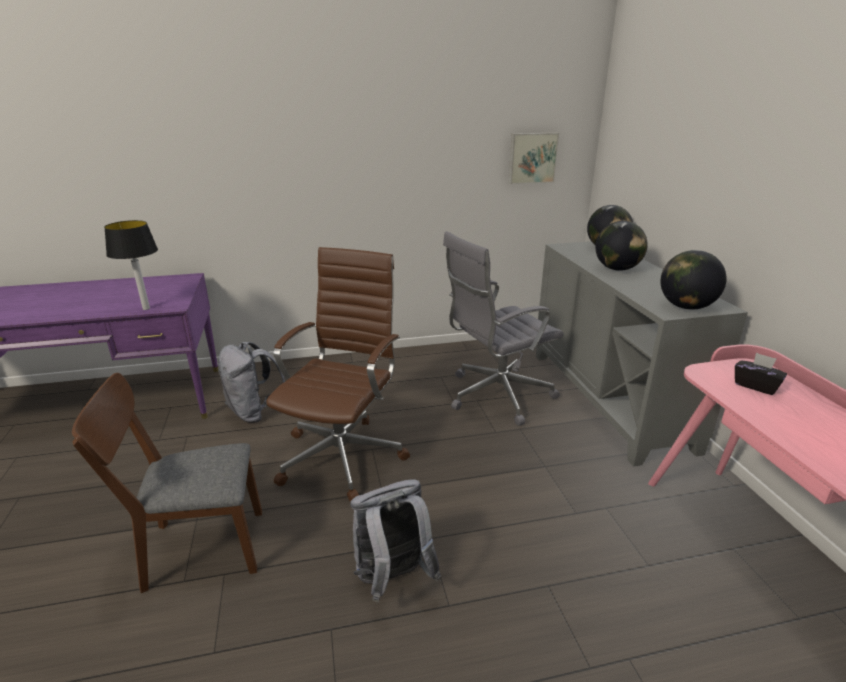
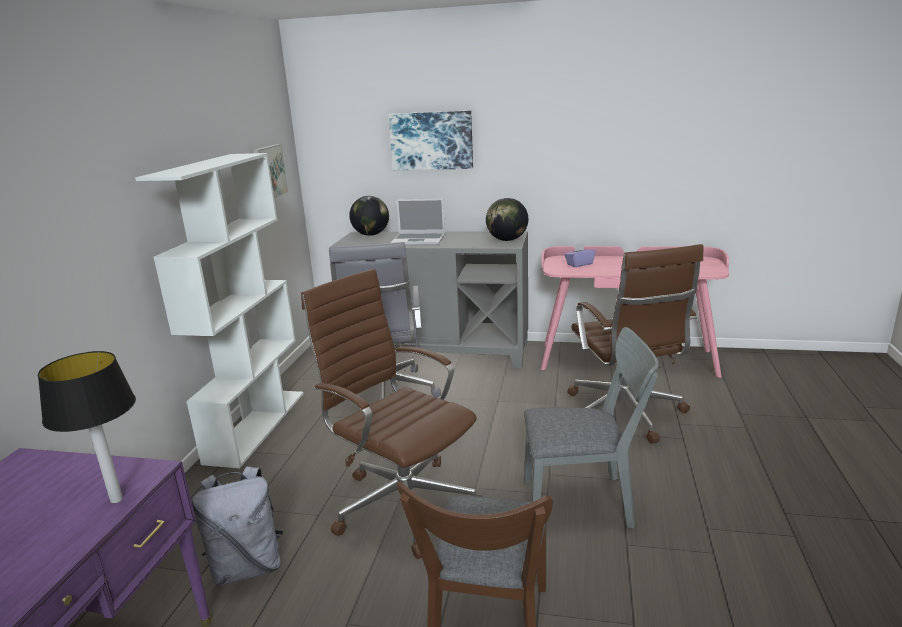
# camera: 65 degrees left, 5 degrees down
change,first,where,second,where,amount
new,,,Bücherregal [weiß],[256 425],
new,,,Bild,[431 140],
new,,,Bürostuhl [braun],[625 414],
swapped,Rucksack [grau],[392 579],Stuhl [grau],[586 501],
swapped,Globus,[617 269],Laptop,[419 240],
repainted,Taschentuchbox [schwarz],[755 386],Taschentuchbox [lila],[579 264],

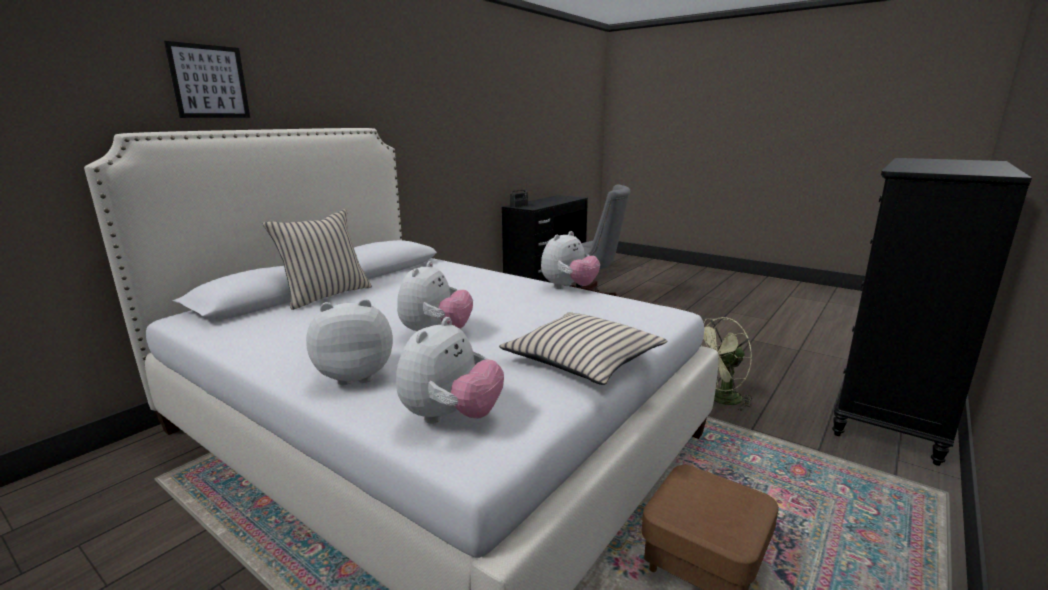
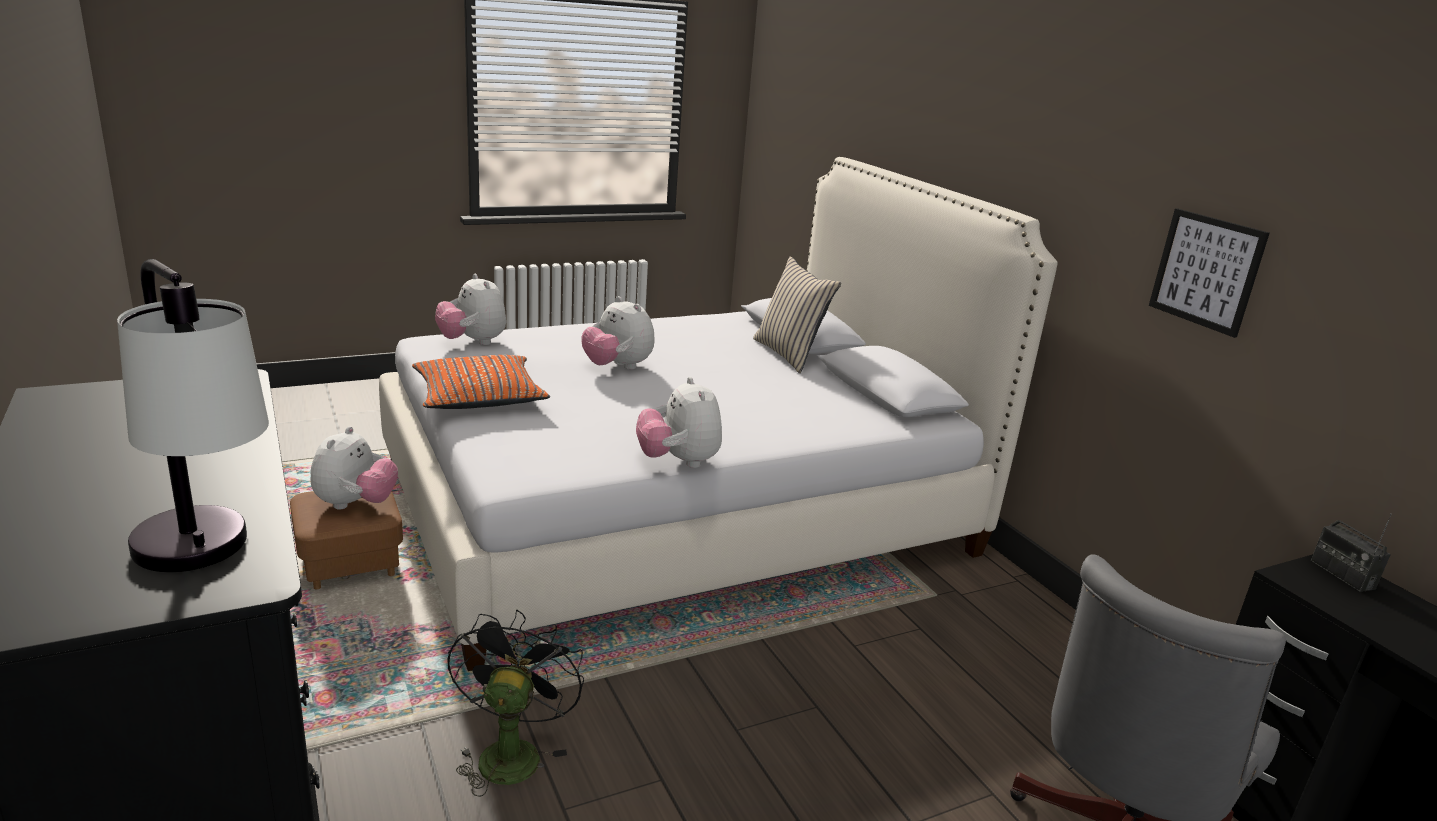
# camera: 115 degrees right, 5 degrees up
change,first,where,second,where,amount
new,,,Tischlampe,[209 566],
shifted,Bild,[209 82],,[1206 271],
shifted,Plüschtier,[355 375],,[355 504],
repainted,Kissen [beige],[583 360],Kissen [orange],[479 396],
repainted,Ventilator [grün],[719 400],Ventilator [schwarz],[511 752],

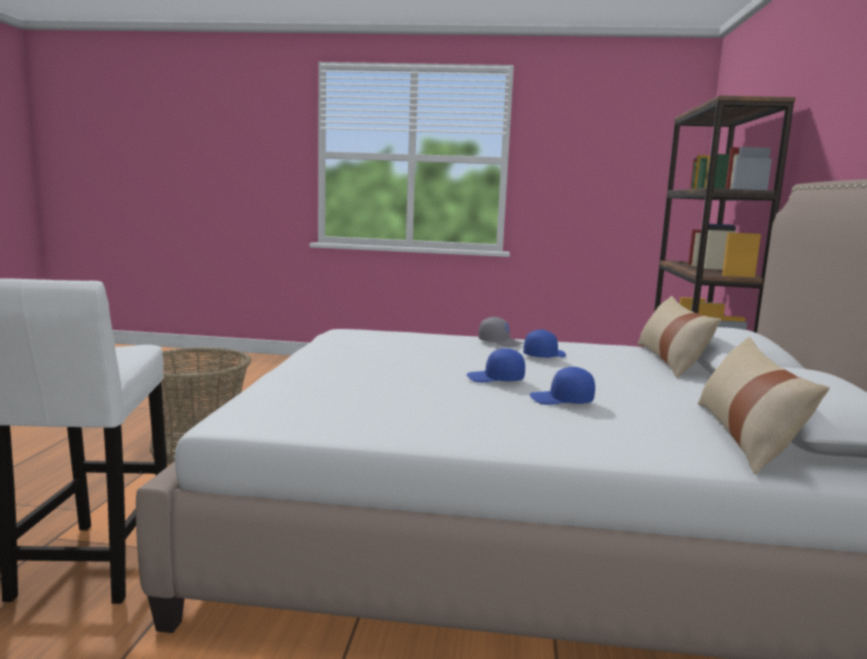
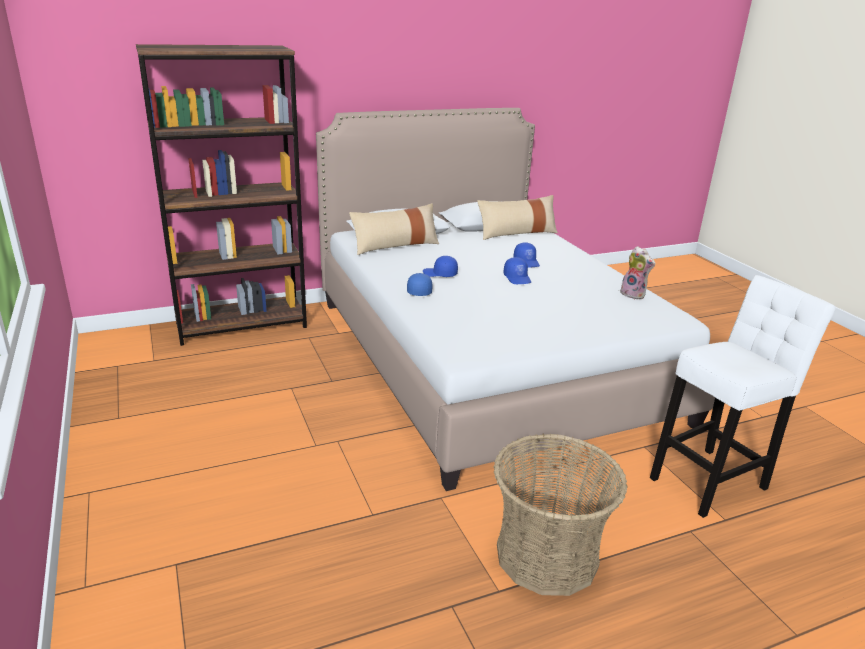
# camera: 120 degrees left, 15 degrees up
change,first,where,second,where,amount
new,,,Plüschtier,[634 294],
repainted,Kappe [grau],[500 342],Kappe [blau],[418 291],

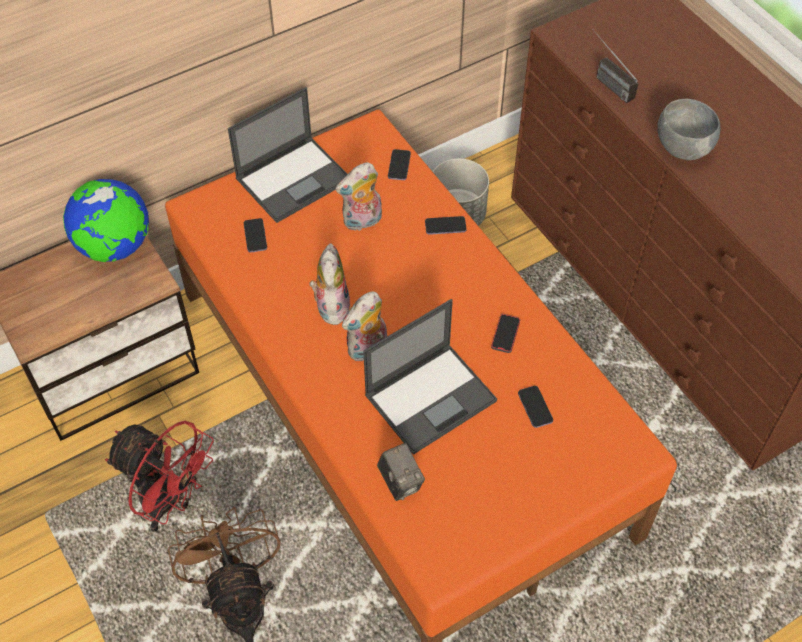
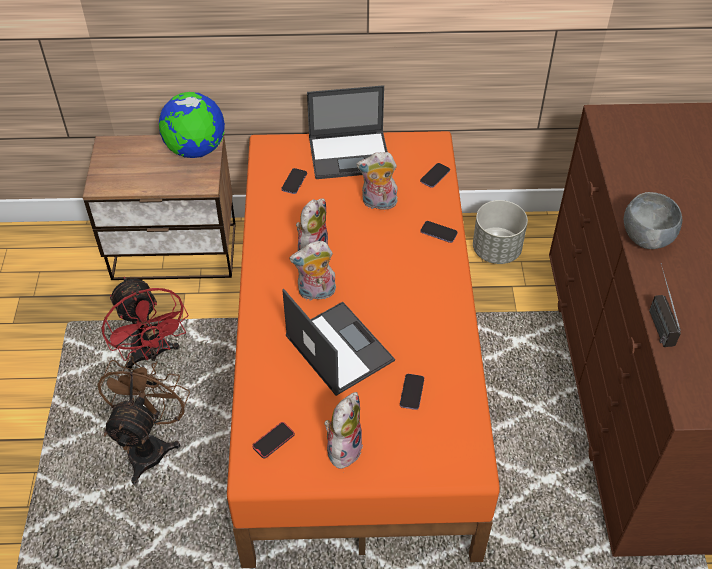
# camera: 30 degrees right, 5 degrees down
change,first,where,second,where,amount
gone,Kamera,[400 482],,,
new,,,Plüschtier,[343 448],
shifted,Handy,[505 334],,[273 441],
shifted,Radio,[606 81],,[656 318],
rotated,Laptop,[431 397],,[338 347],120 degrees counterclockwise

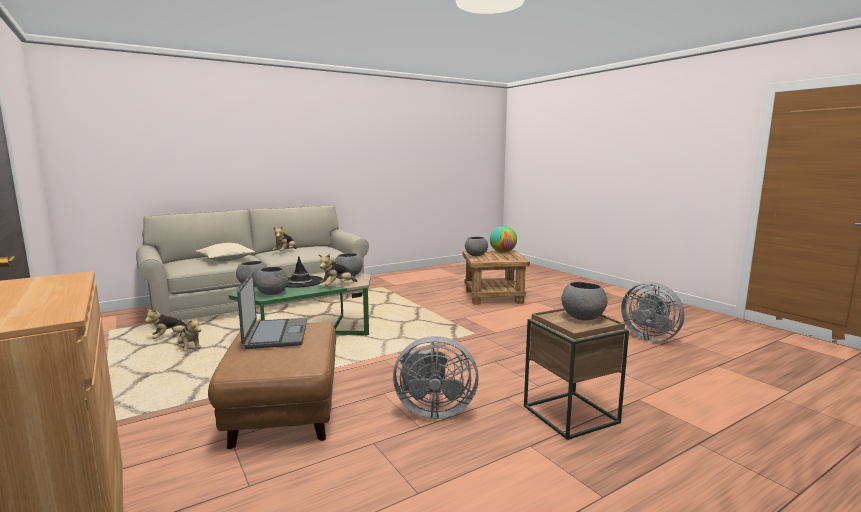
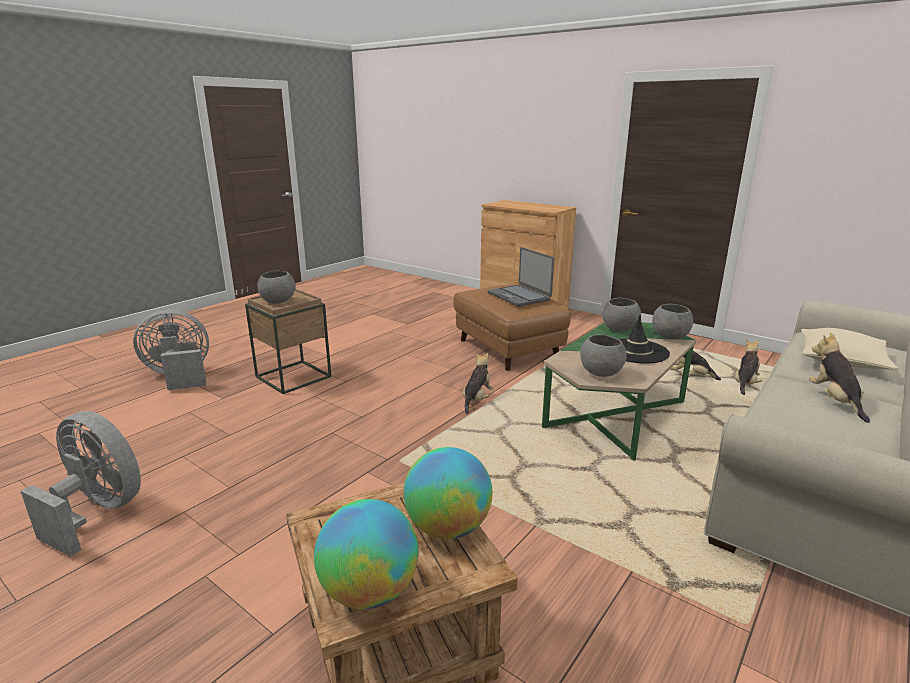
# camera: 160 degrees right, 10 degrees up
change,first,where,second,where,amount
shifted,Plüschtier,[337 286],,[477 400],
shifted,Ventilator [grau],[432 410],,[179 376],
swapped,Schüssel [grau],[476 255],Globus,[448 527],

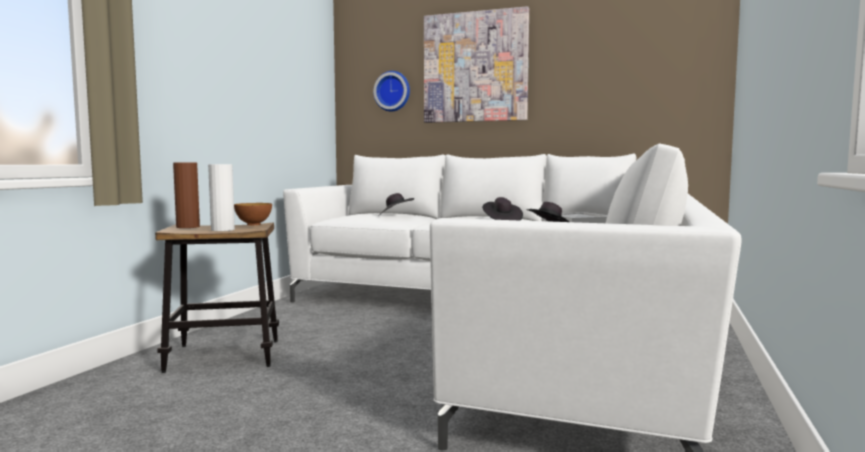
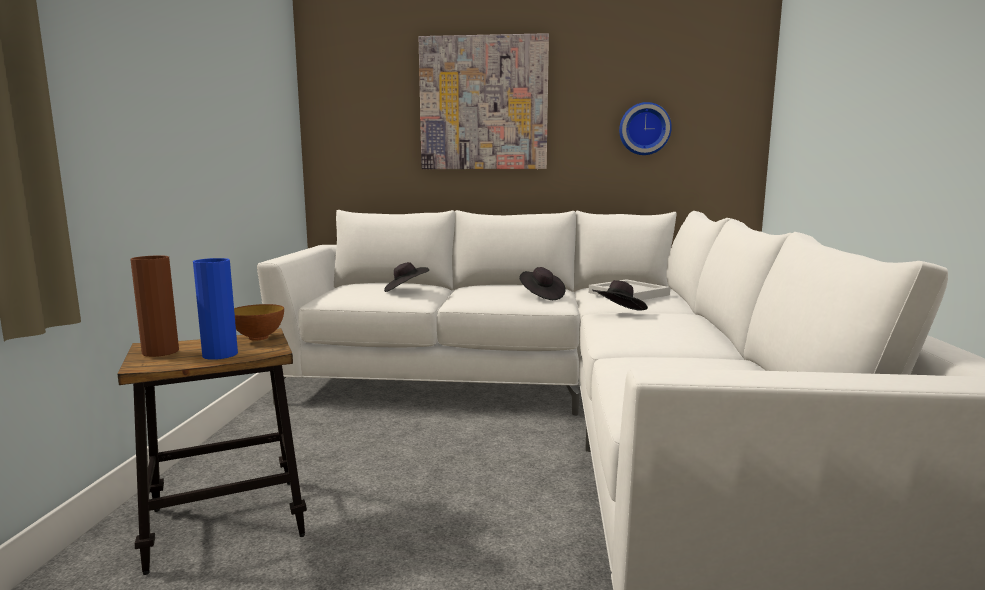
# camera: 15 degrees left, 5 degrees up
change,first,where,second,where,amount
shifted,Wanduhr,[393 91],,[644 129],
repainted,Vase [weiß],[222 230],Vase [blau],[220 354],

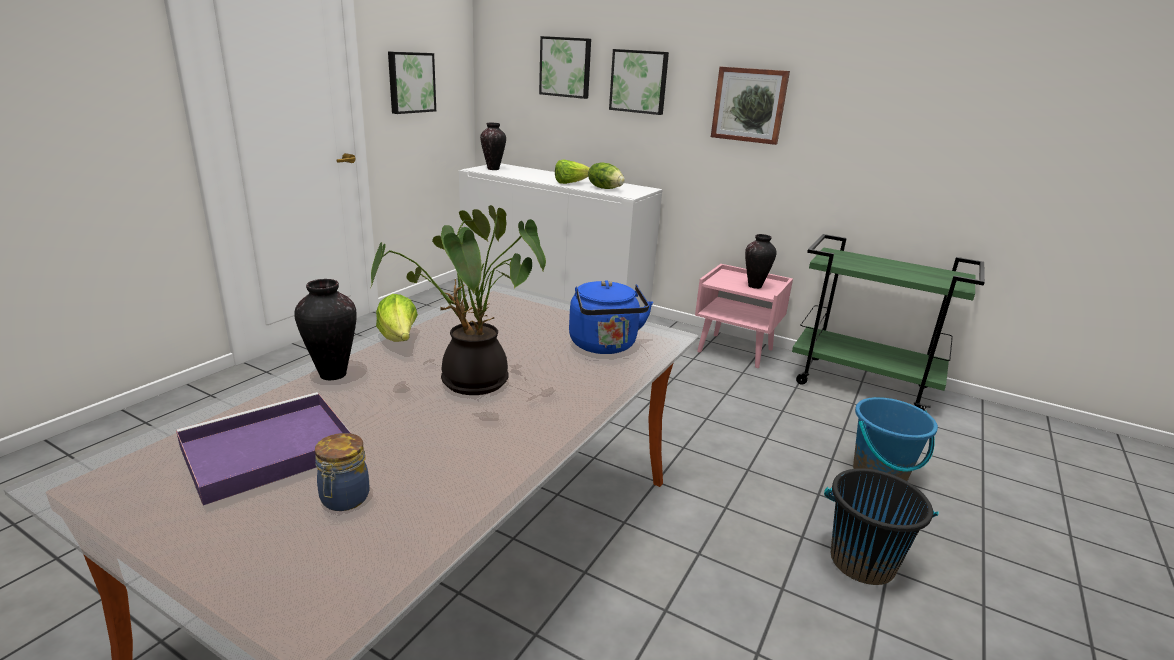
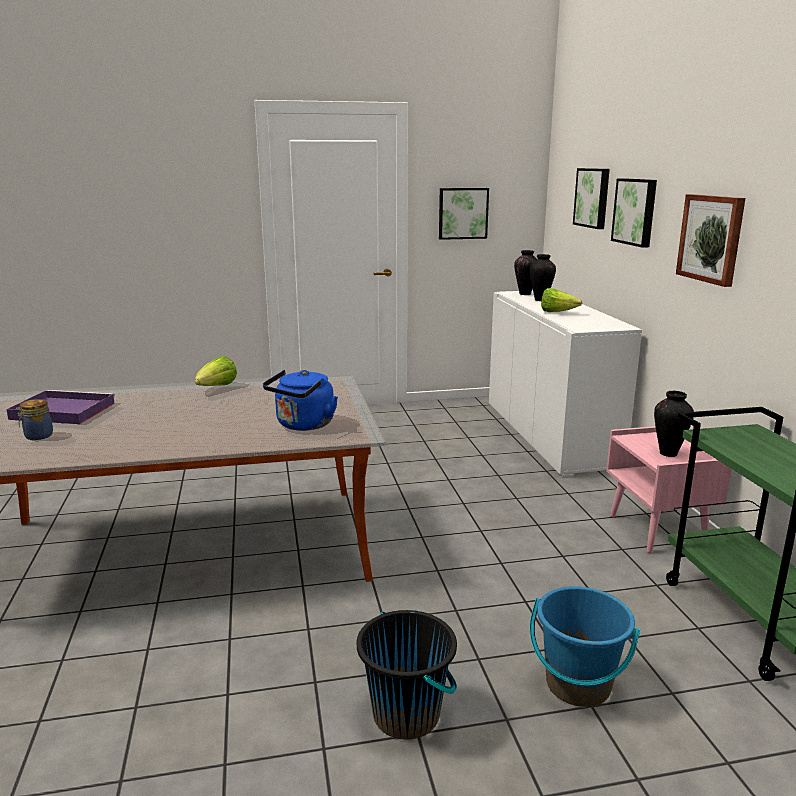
# camera: 50 degrees right, 5 degrees down
change,first,where,second,where,amount
gone,Topfpflanze,[469 383],,,
gone,Salatkopf,[605 188],,,
shifted,Vase,[332 374],,[540 300],

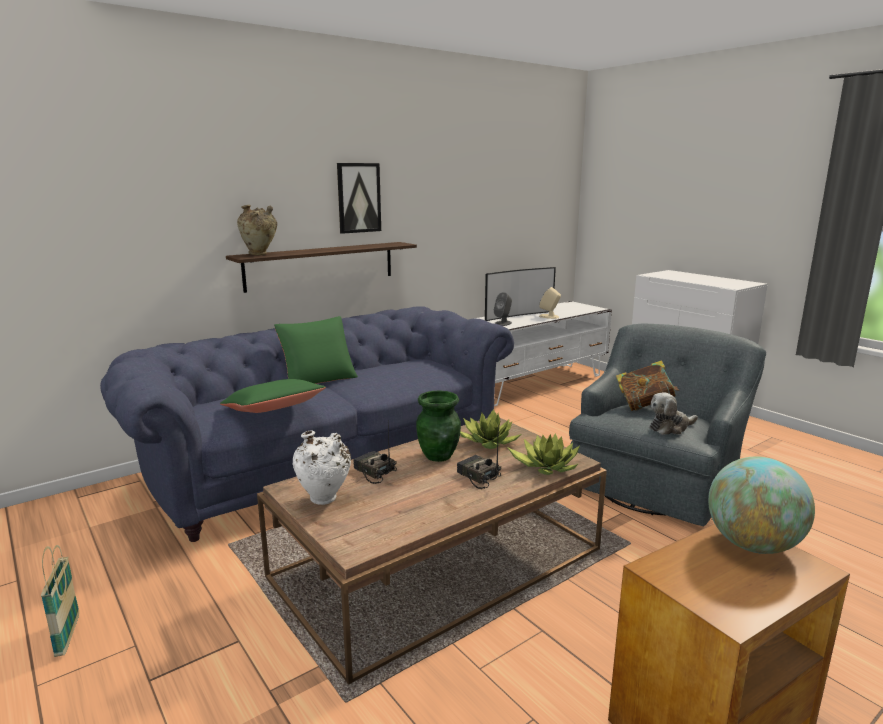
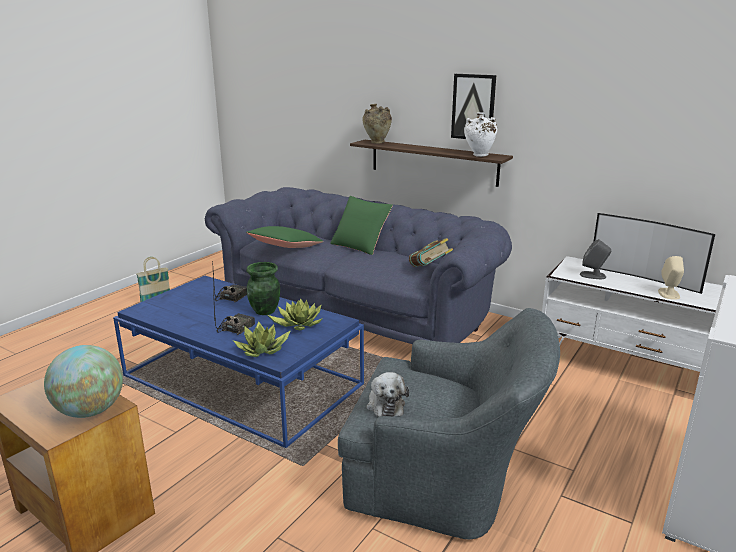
# camera: 70 degrees right, 5 degrees up
change,first,where,second,where,amount
shifted,Vase [weiß],[324 500],,[479 155],
shifted,Buch,[644 406],,[430 269],
repainted,Couchtisch [braun],[439 563],Couchtisch [blau],[243 380],
rotated,Plüschtier,[670 427],,[385 404],150 degrees counterclockwise

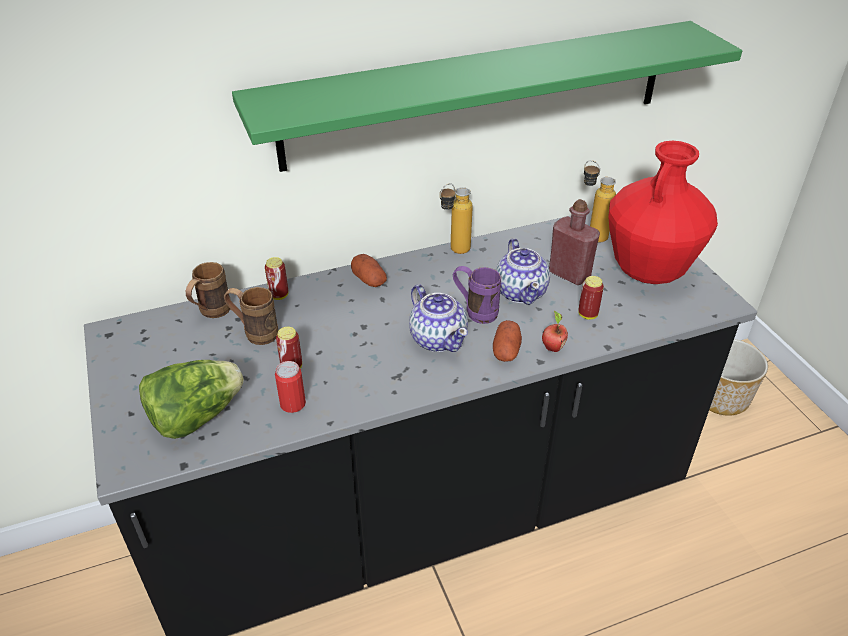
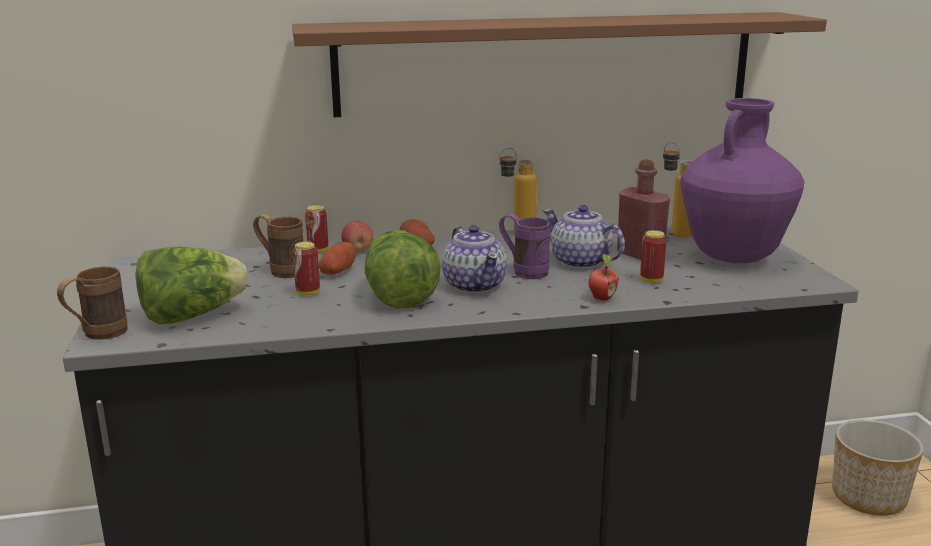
# camera: 10 degrees right, 20 degrees down
change,first,where,second,where,amount
gone,Dose,[293 404],,,
new,,,Apfel,[358 250],
new,,,Salatkopf,[398 297],
shifted,Henkelbecher [braun],[210 313],,[97 335],
shifted,Kartoffel,[506 350],,[338 271],
repainted,Wandregal [grün],[478 94],Wandregal [braun],[546 63],
repainted,Vase [rot],[648 272],Vase [lila],[733 258],
rotated,Teekanne,[521 292],,[580 262],135 degrees clockwise

